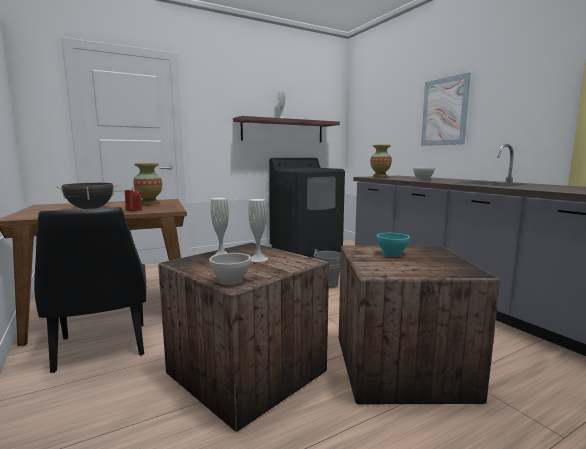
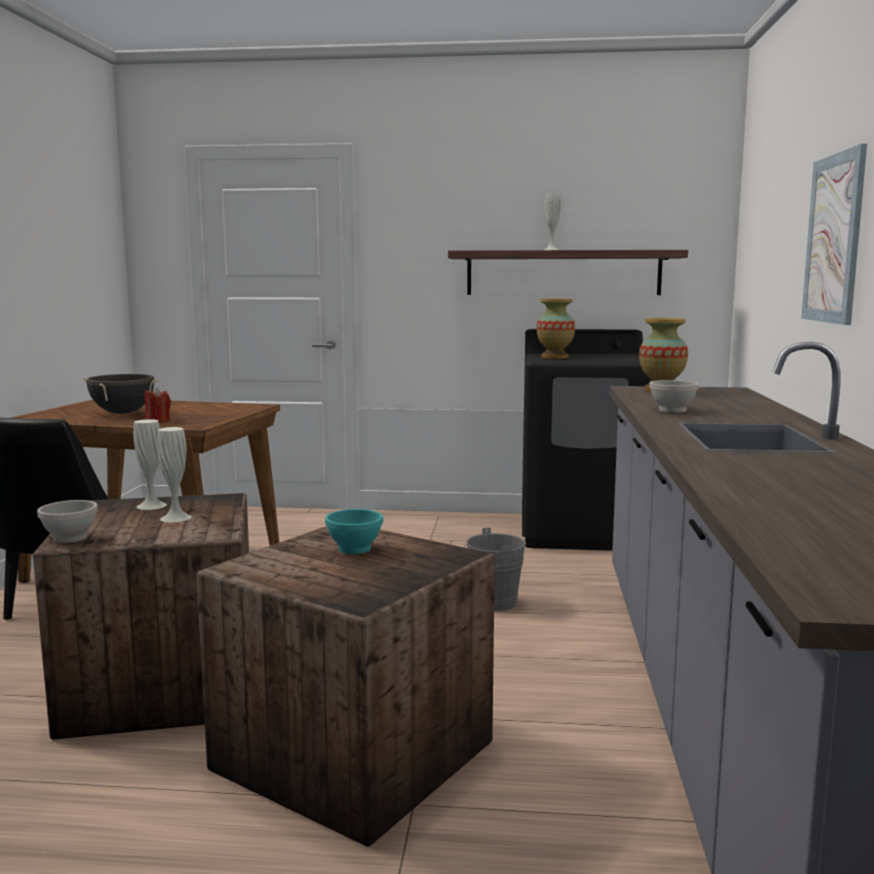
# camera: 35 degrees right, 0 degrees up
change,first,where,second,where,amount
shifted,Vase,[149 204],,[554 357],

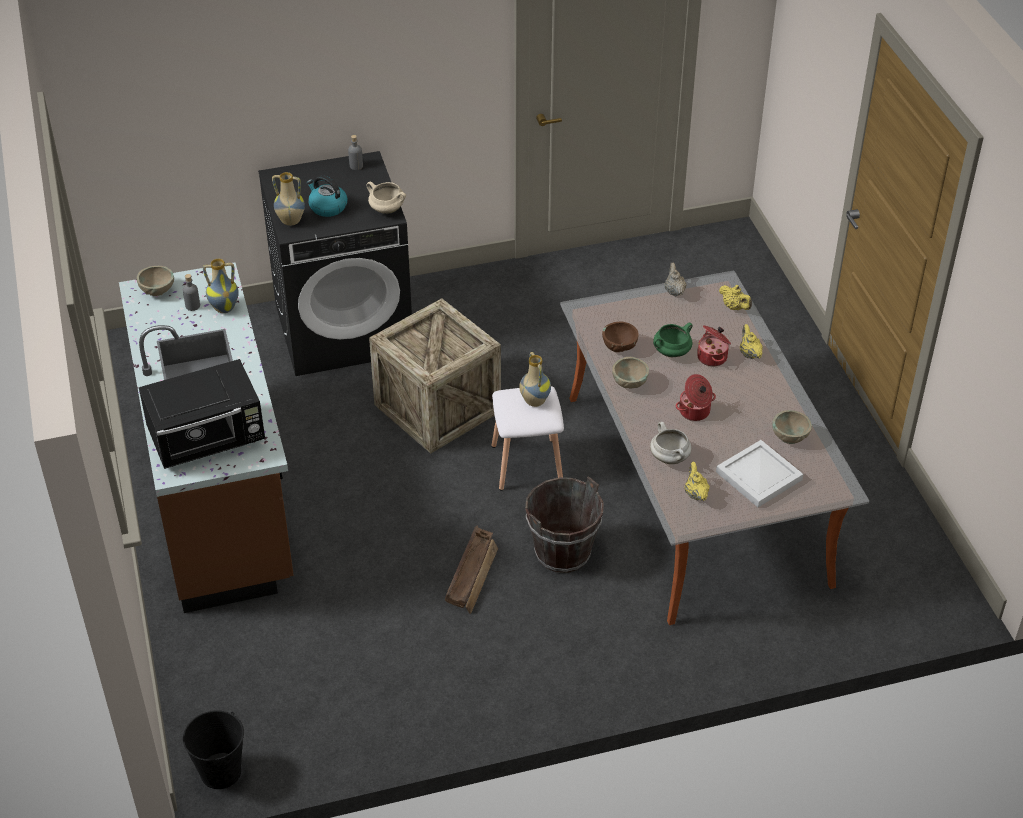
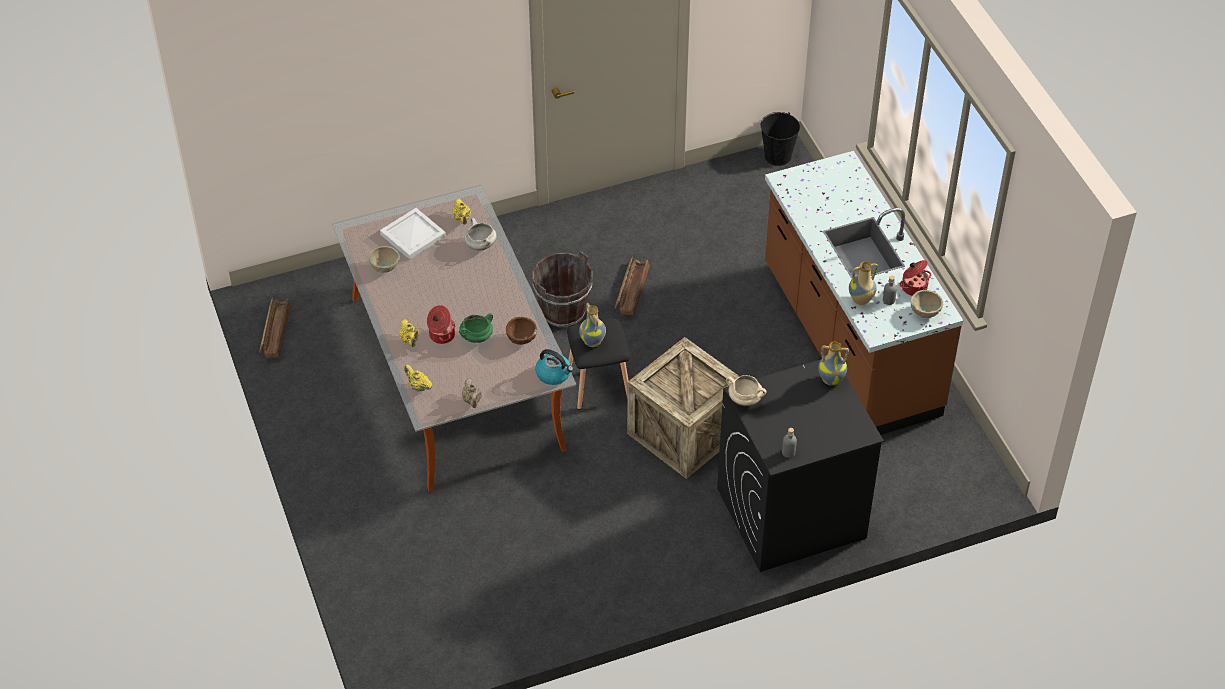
# camera: 175 degrees right, 5 degrees up
change,first,where,second,where,amount
gone,Mikrowelle [schwarz],[208 440],,,
gone,Schüssel [beige],[629 384],,,
new,,,Kiste,[275 333],
shifted,Wasserkessel,[327 207],,[554 374],
shifted,Kochtopf,[695 412],,[913 287],
repainted,Hocker [weiß],[526 463],Hocker [schwarz],[599 385],

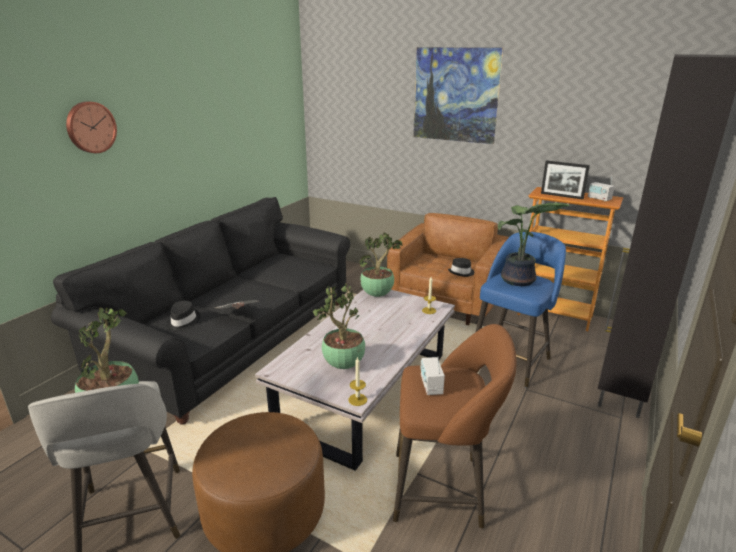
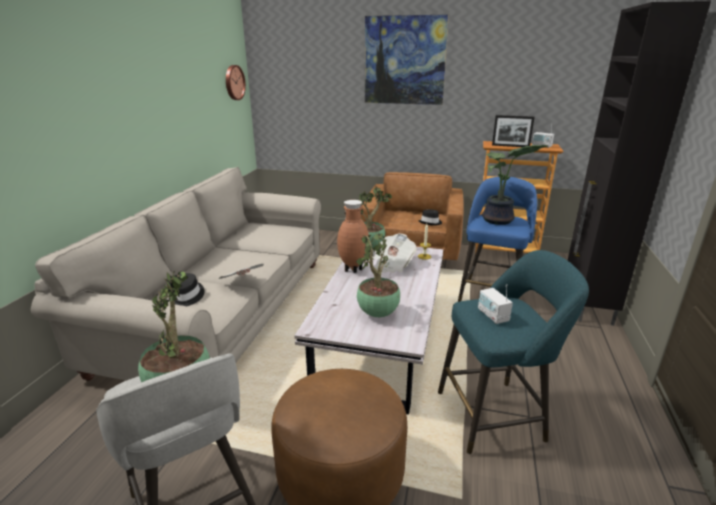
# camera: 15 degrees left, 0 degrees up
change,first,where,second,where,amount
gone,Kerze,[357 399],,,
new,,,Vase [braun],[353 270],
new,,,Zeitung,[392 264],
shifted,Wanduhr,[90 127],,[234 82],
repainted,Sofa [schwarz],[233 339],Sofa [beige],[223 312],
repainted,Hocker [braun],[443 489],Hocker [türkis],[495 415],

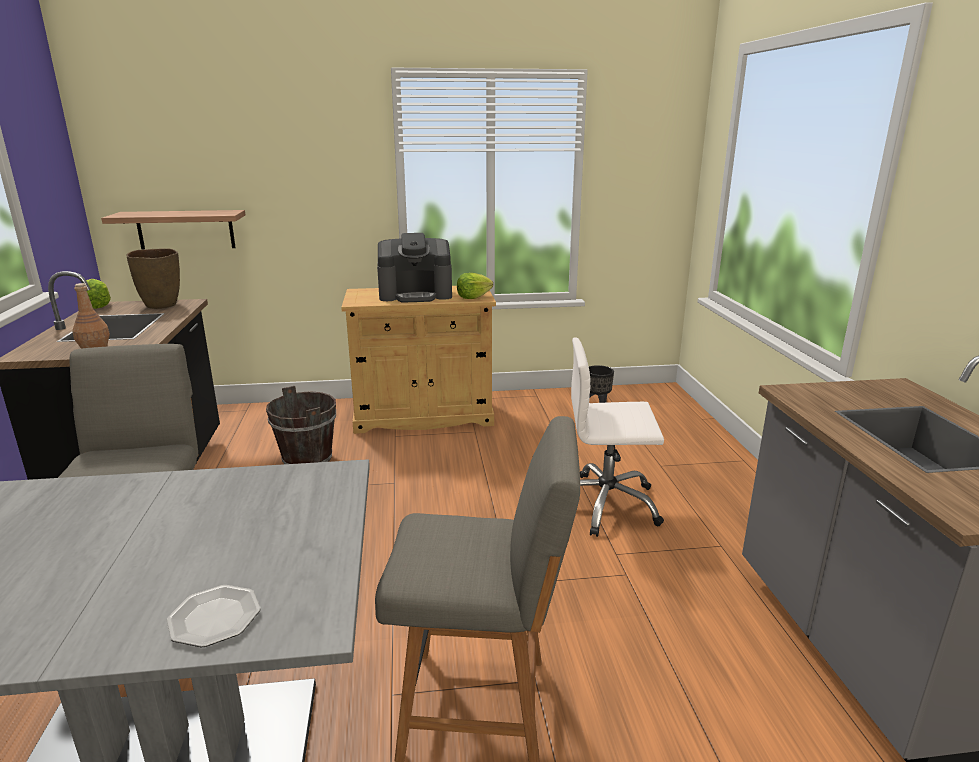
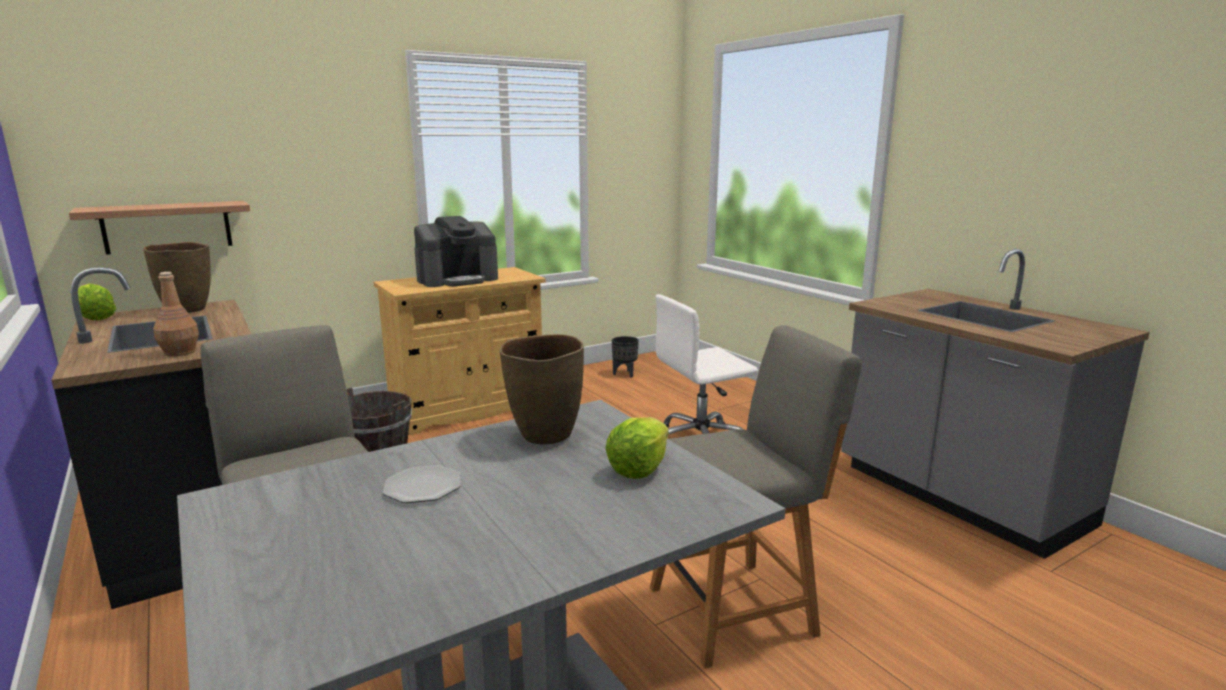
# camera: 25 degrees left, 5 degrees down
change,first,where,second,where,amount
new,,,Vase [braun],[545 435],
shifted,Teller,[214 618],,[423 487],
shifted,Salatkopf,[473 297],,[639 468],

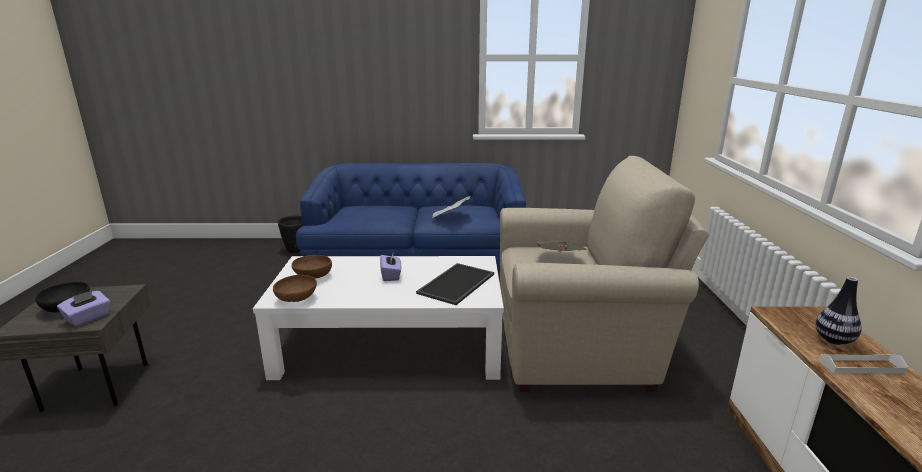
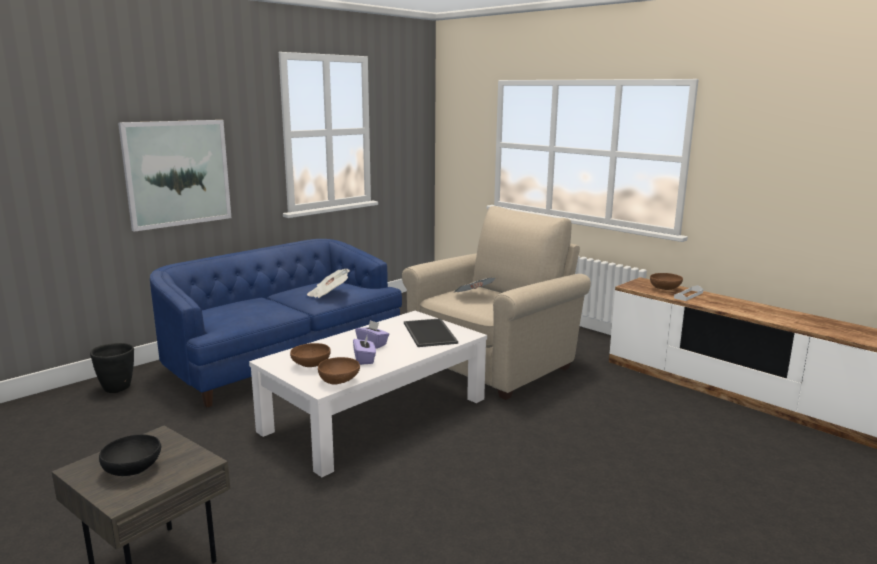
# camera: 45 degrees left, 5 degrees down
change,first,where,second,where,amount
new,,,Bild,[177 173],
shifted,Taschentuchbox [lila],[88 318],,[364 359],
swapped,Vase,[833 340],Schüssel [braun],[665 289],

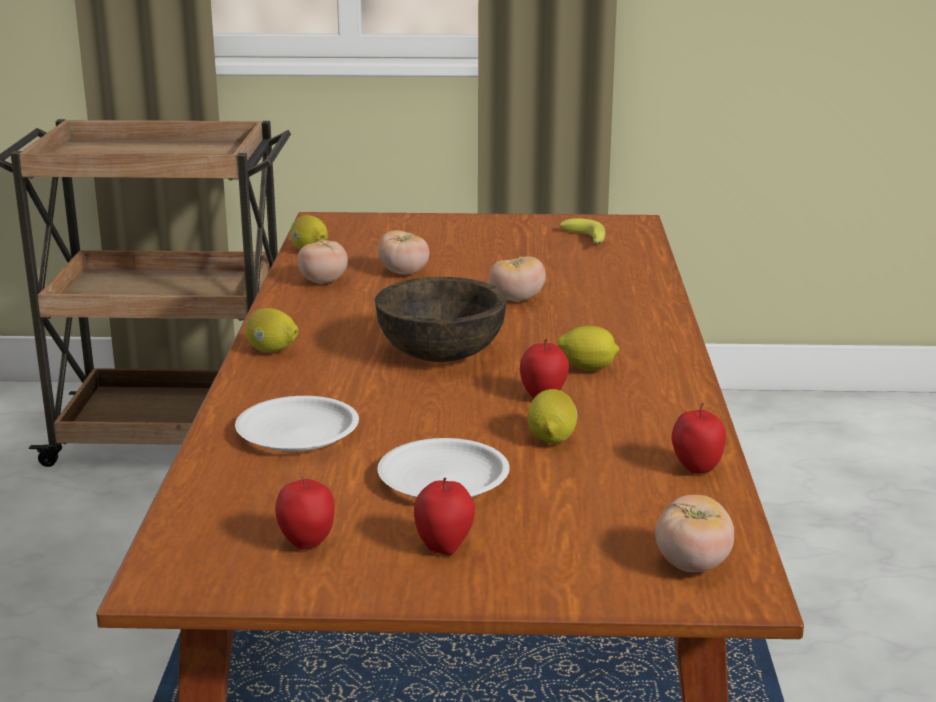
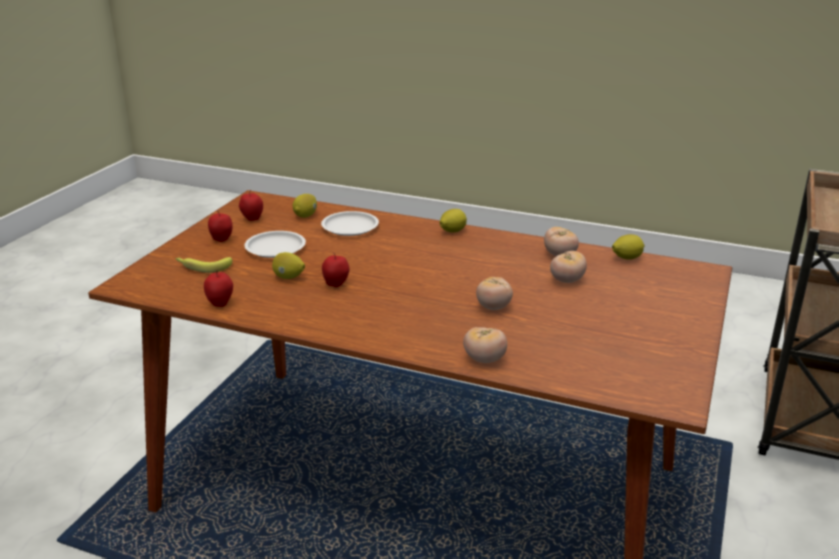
# camera: 110 degrees right, 5 degrees up
change,first,where,second,where,amount
gone,Schüssel [braun],[441 354],,,
shifted,Zitrone,[587 368],,[306 215],
shifted,Banane,[585 240],,[203 267],
shifted,Tomate,[692 565],,[484 359],

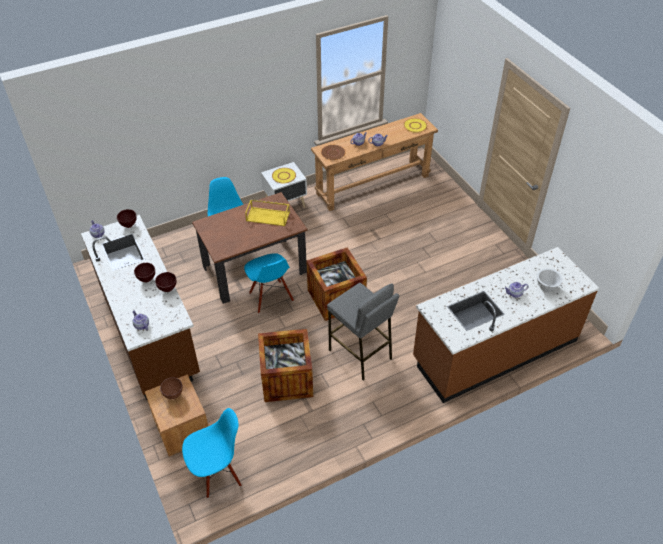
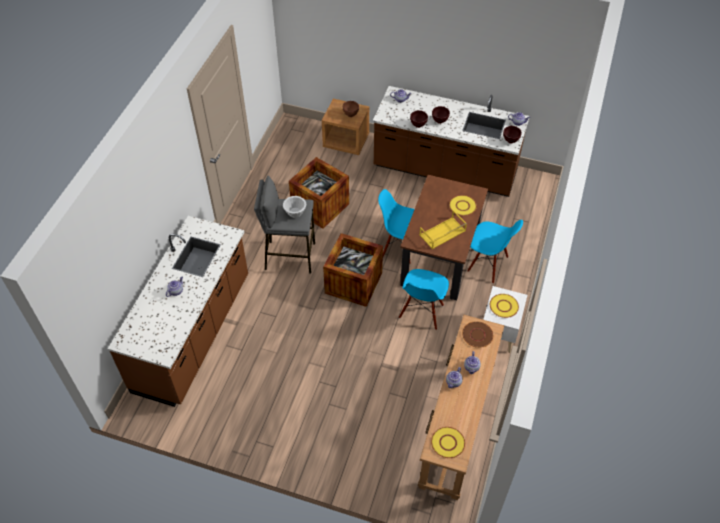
# camera: 135 degrees right, 5 degrees up
change,first,where,second,where,amount
new,,,Teller [gelb],[462 206],
shifted,Stuhl [blau],[217 473],,[422 312],
shifted,Schüssel [weiß],[546 287],,[295 213],

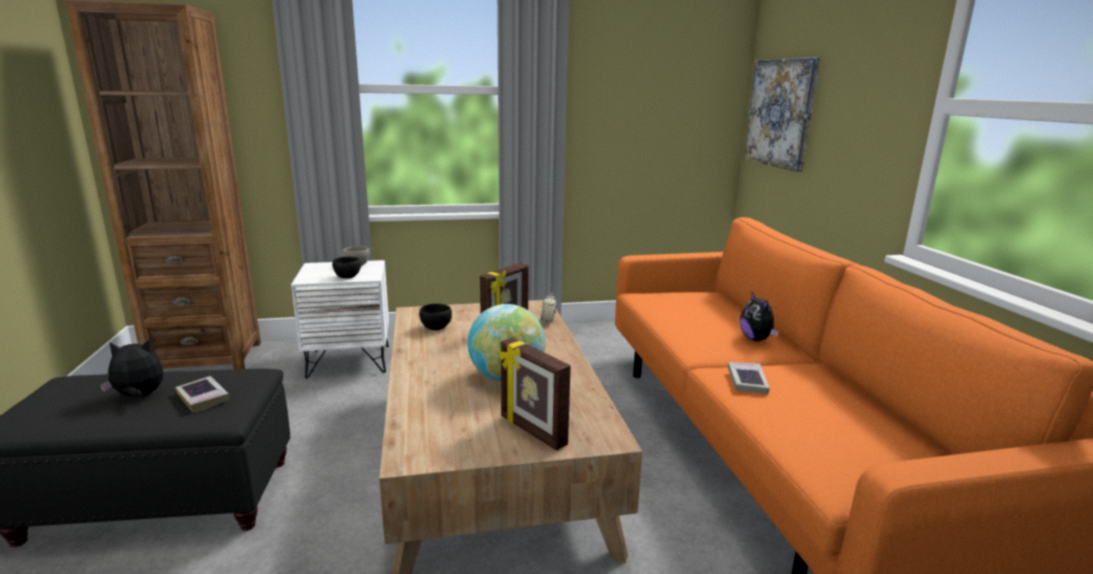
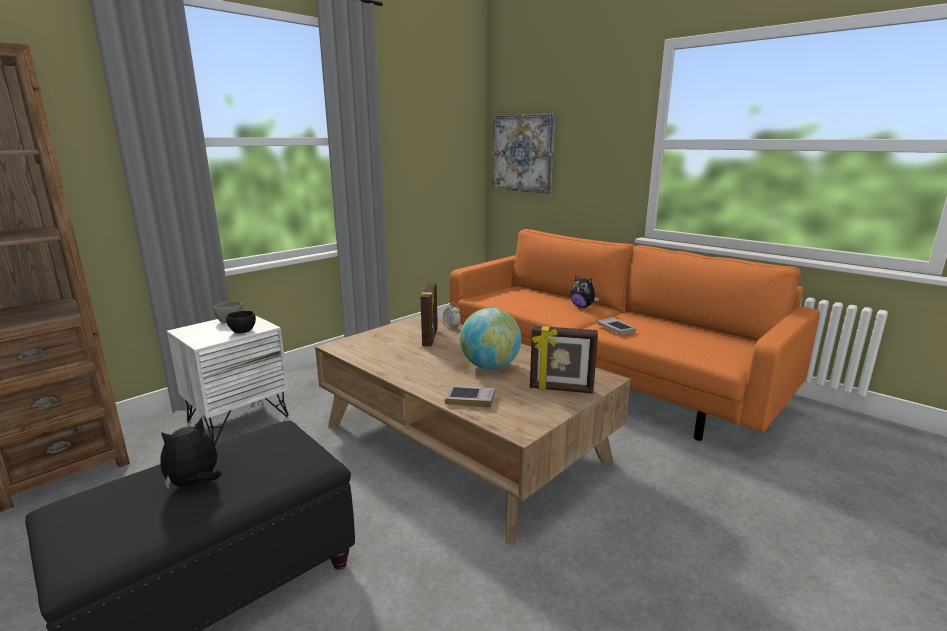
# camera: 35 degrees left, 0 degrees up
change,first,where,second,where,amount
gone,Schüssel [schwarz],[437 328],,,
shifted,Buch,[203 398],,[470 399],

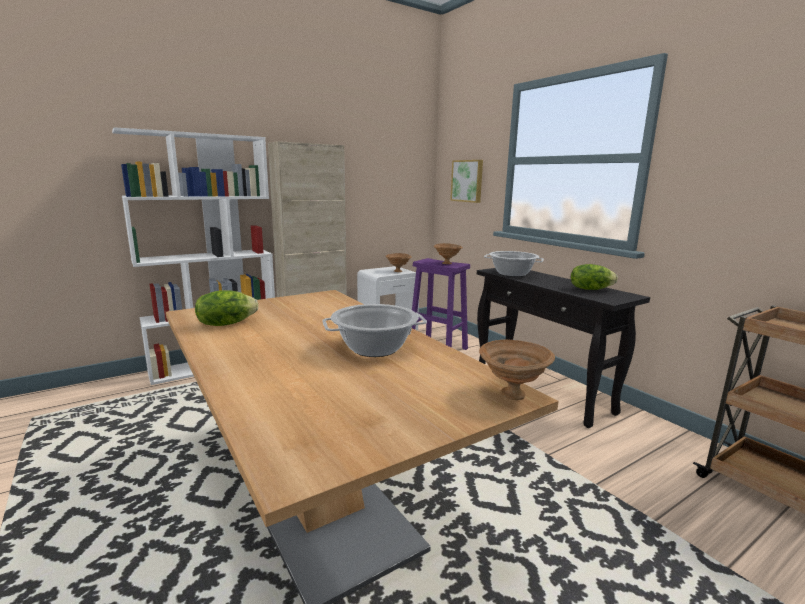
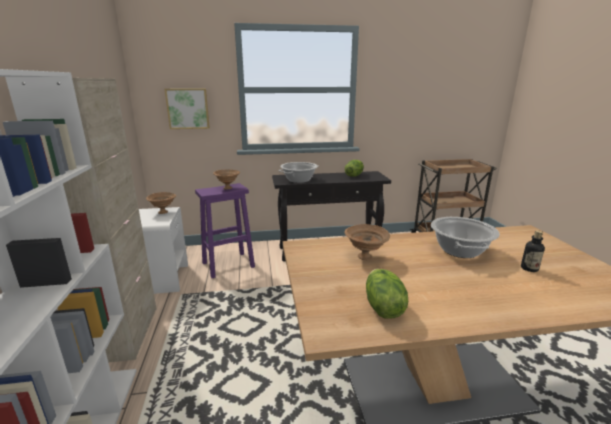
# camera: 65 degrees left, 5 degrees up
change,first,where,second,where,amount
new,,,Flasche,[529 268],
shifted,Schüssel [braun],[513 395],,[366 257],

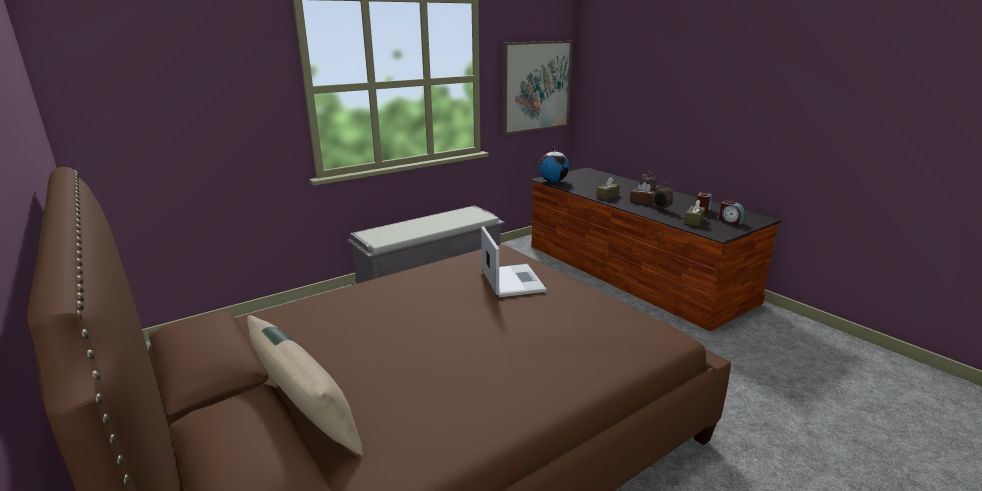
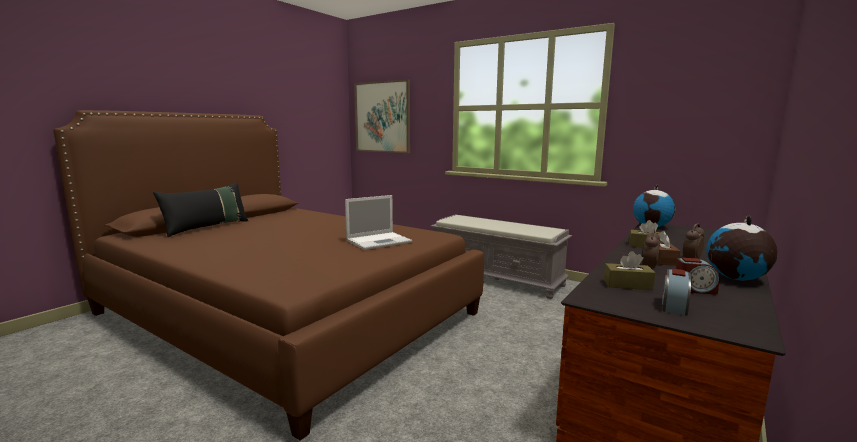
# camera: 70 degrees right, 10 degrees down
change,first,where,second,where,amount
new,,,Globus,[736 278],
shifted,Bild,[536 86],,[382 117],
repainted,Kissen [beige],[307 415],Kissen [schwarz],[207 228],

